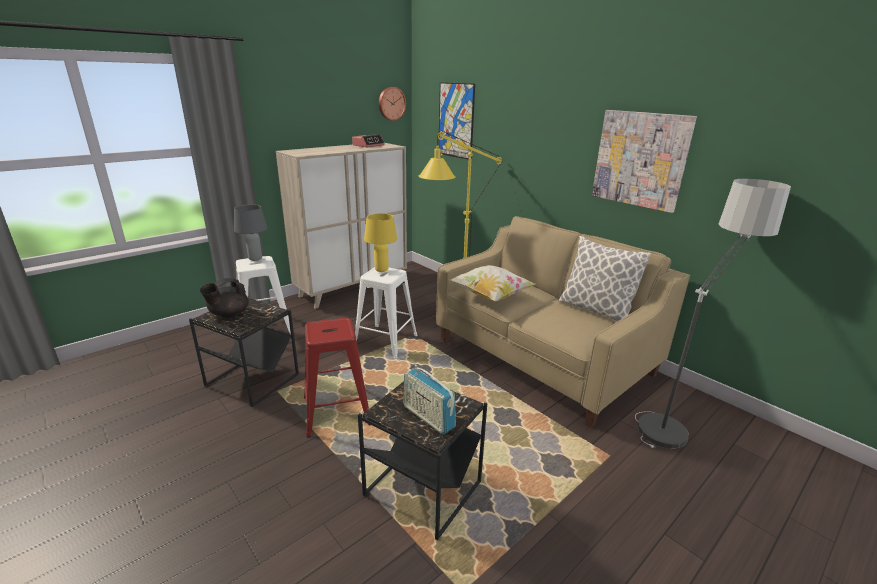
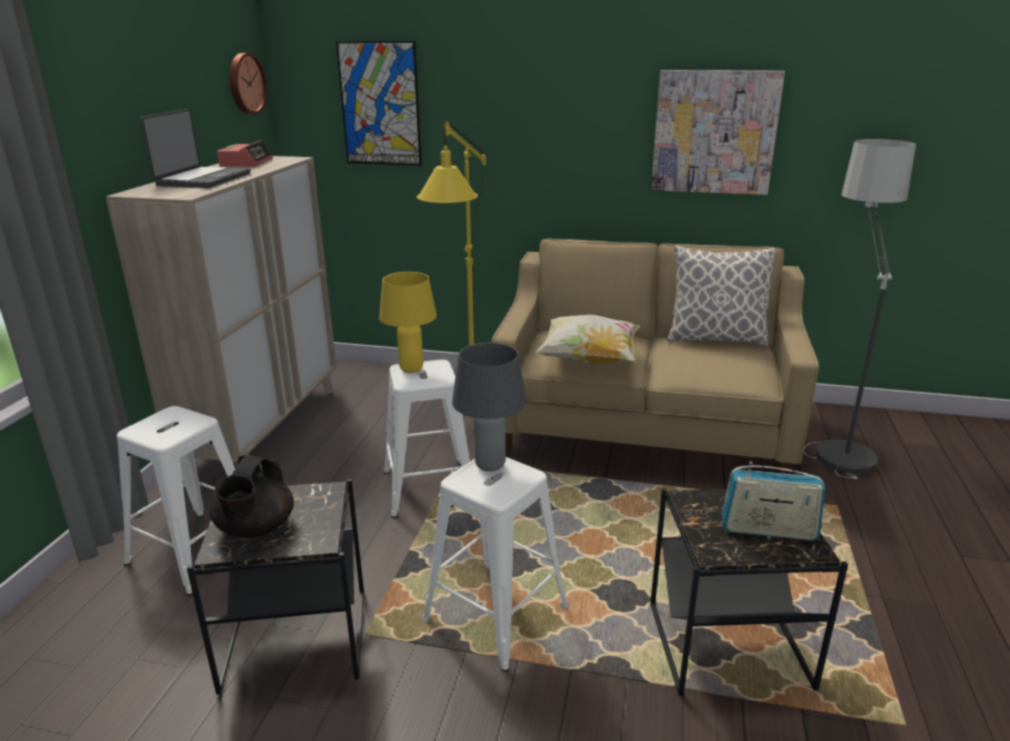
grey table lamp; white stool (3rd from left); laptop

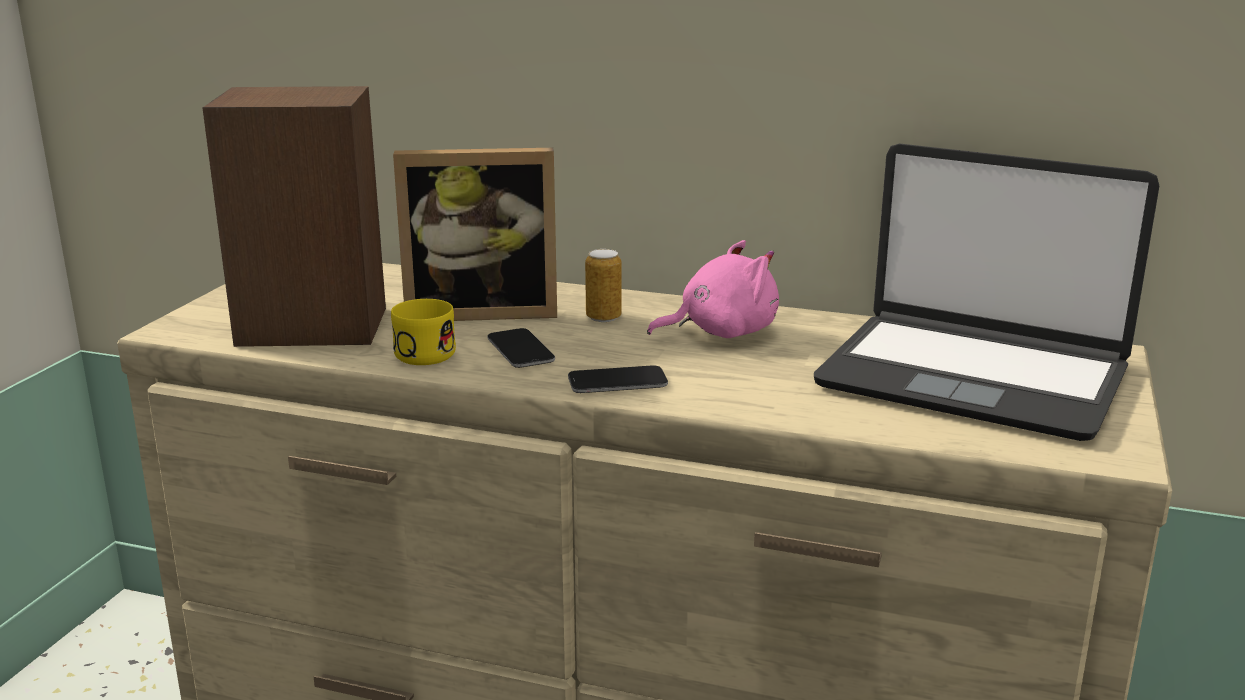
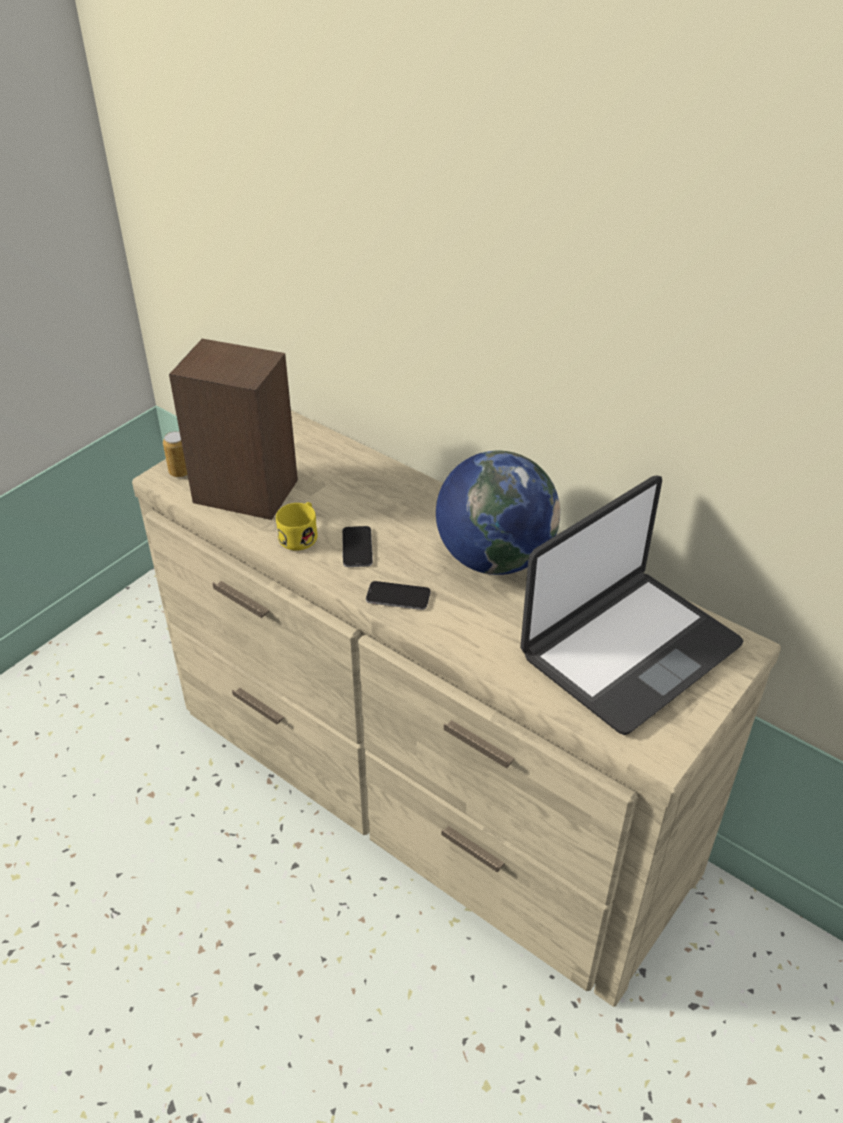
laptop; picture frame; globe; can

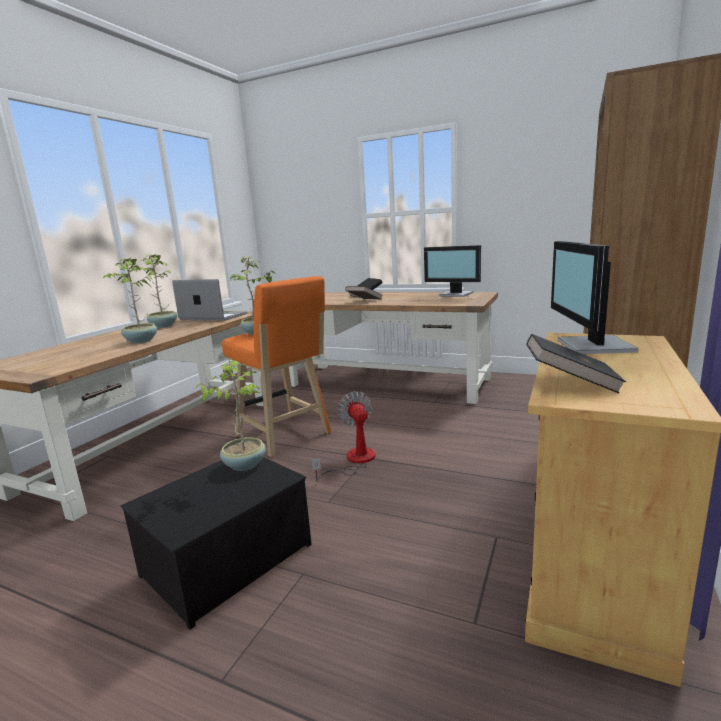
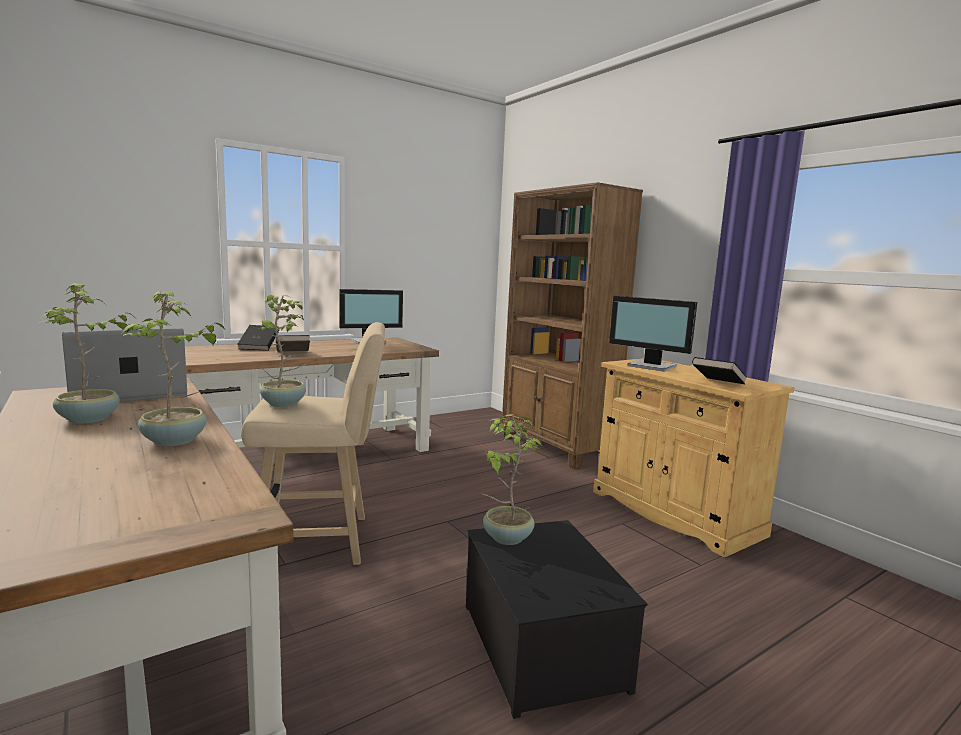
beige stool; fan

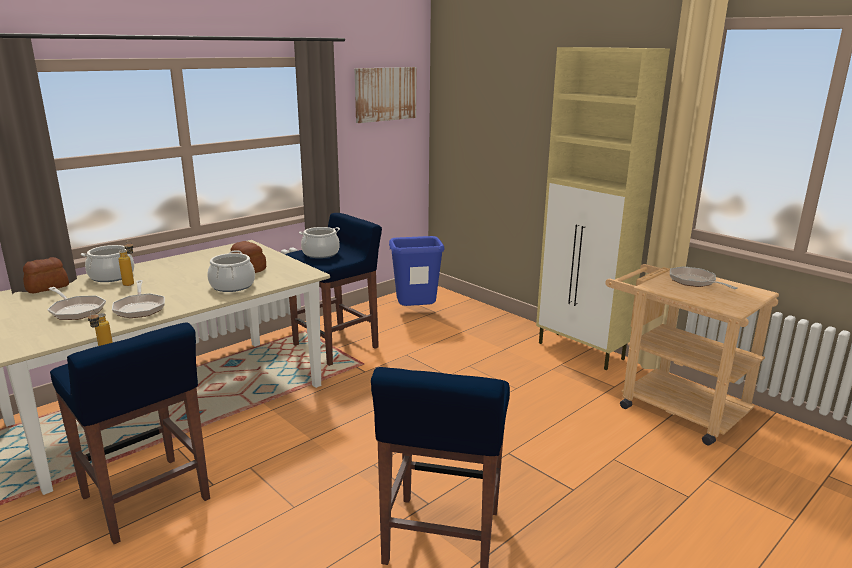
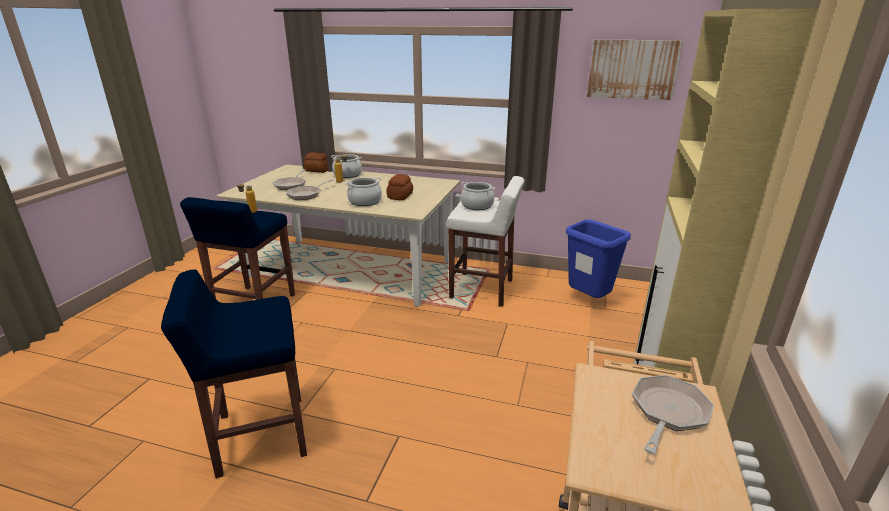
white stool

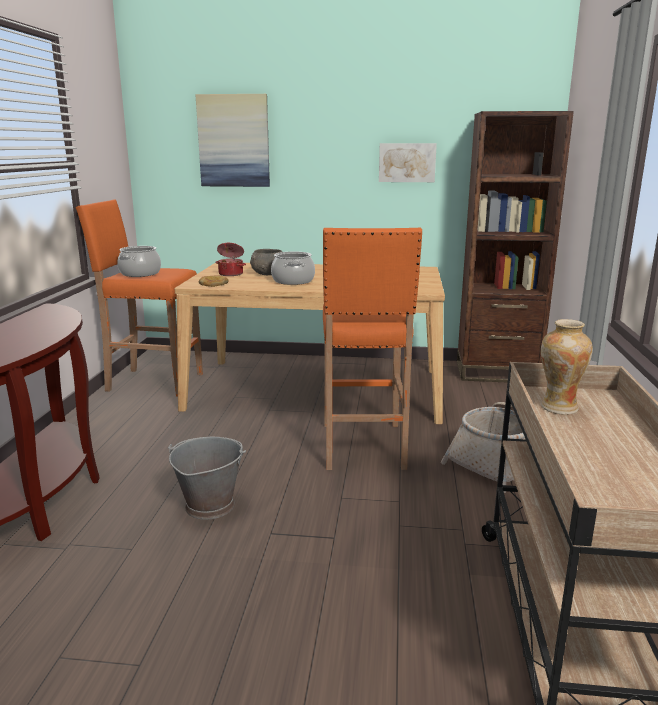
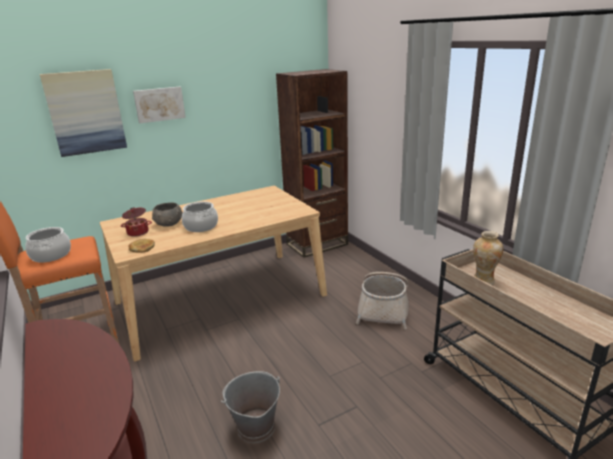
picture (2nd from left); orange stool (2nd from left in the first image)

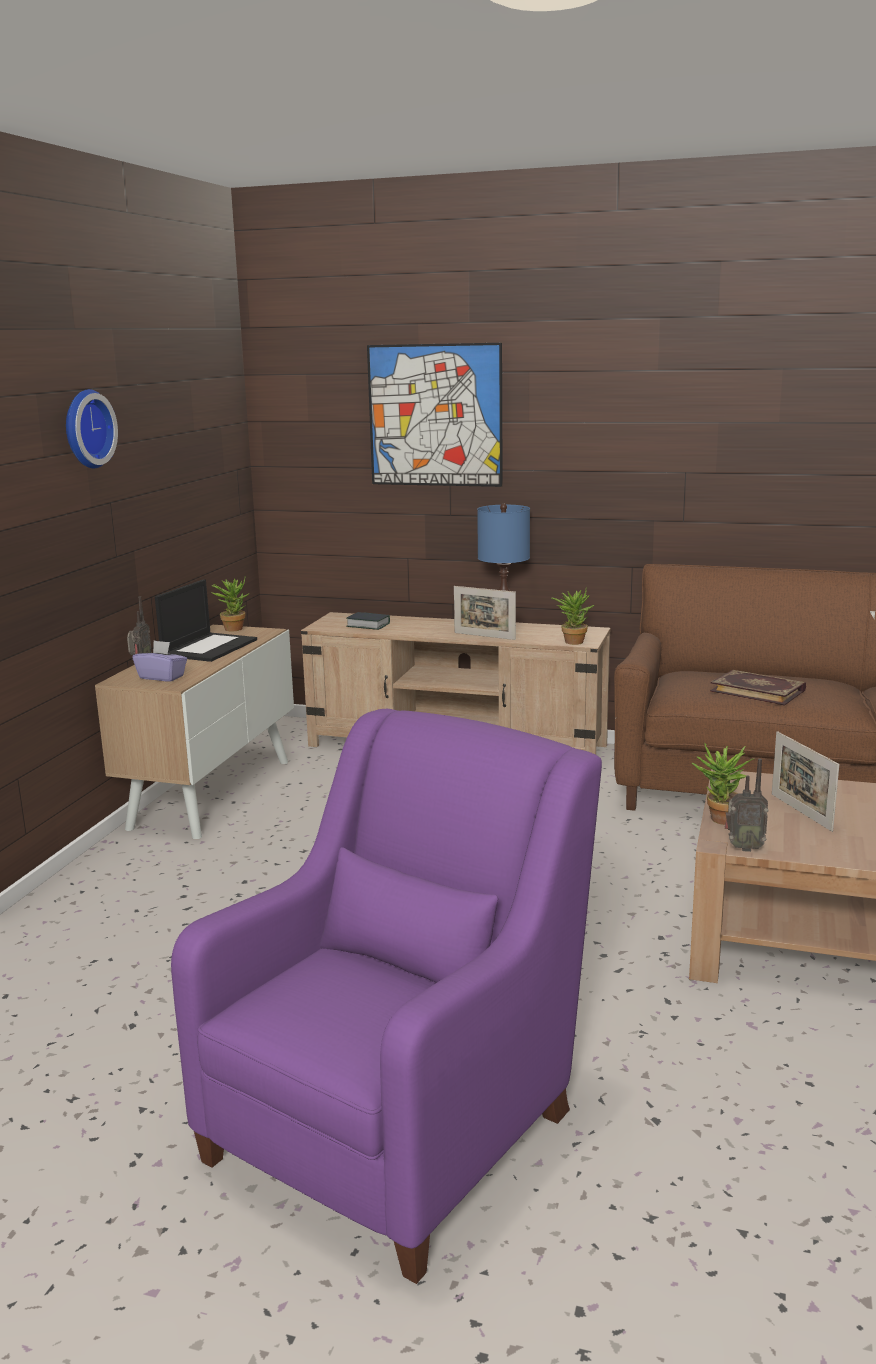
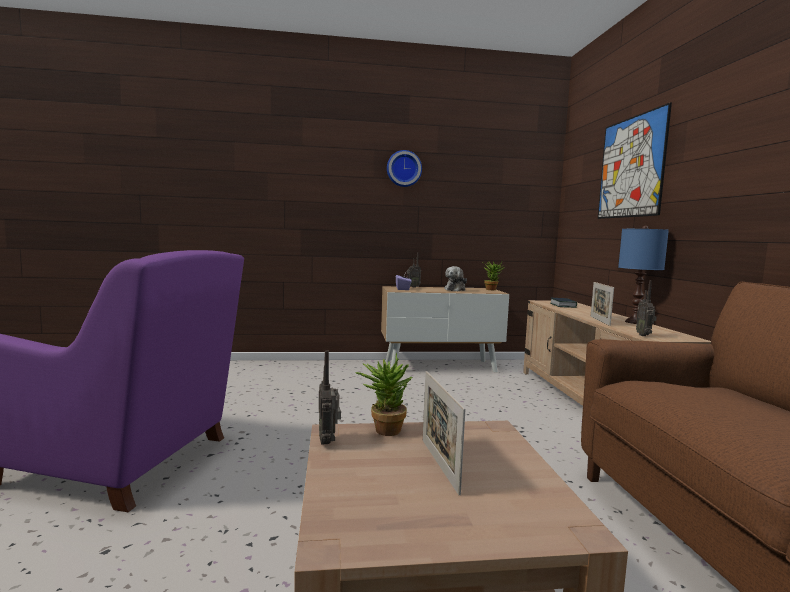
plush toy; radio (3rd from left); book (2nd from left in the first image); picture frame (1st from left)

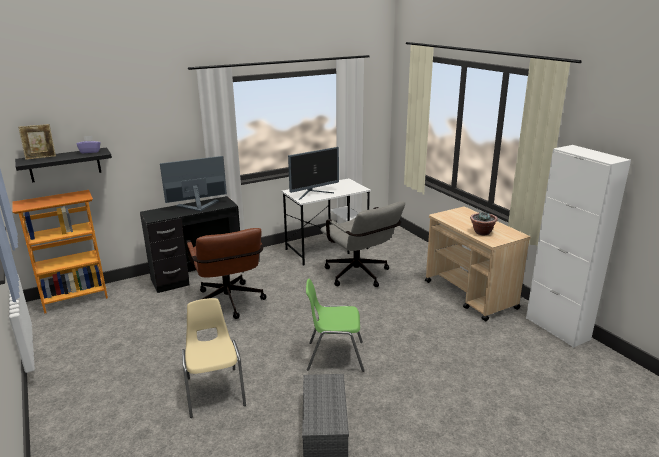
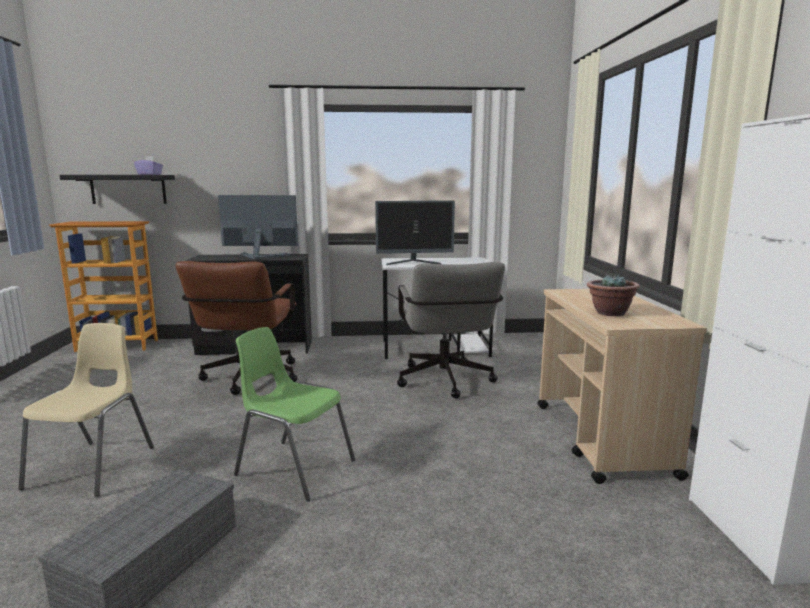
picture frame

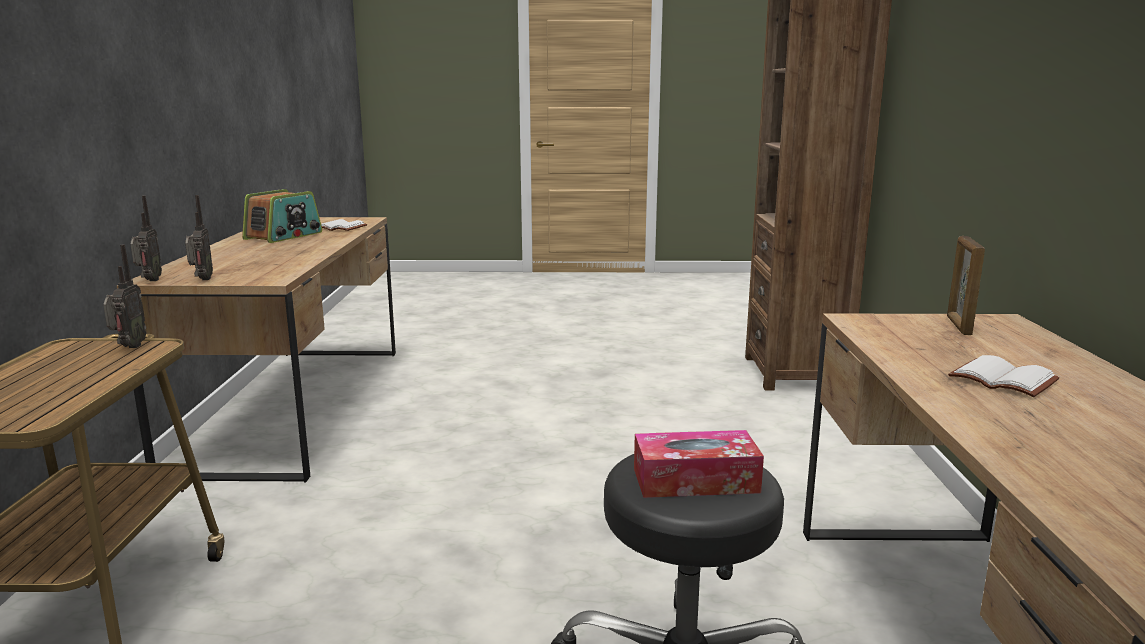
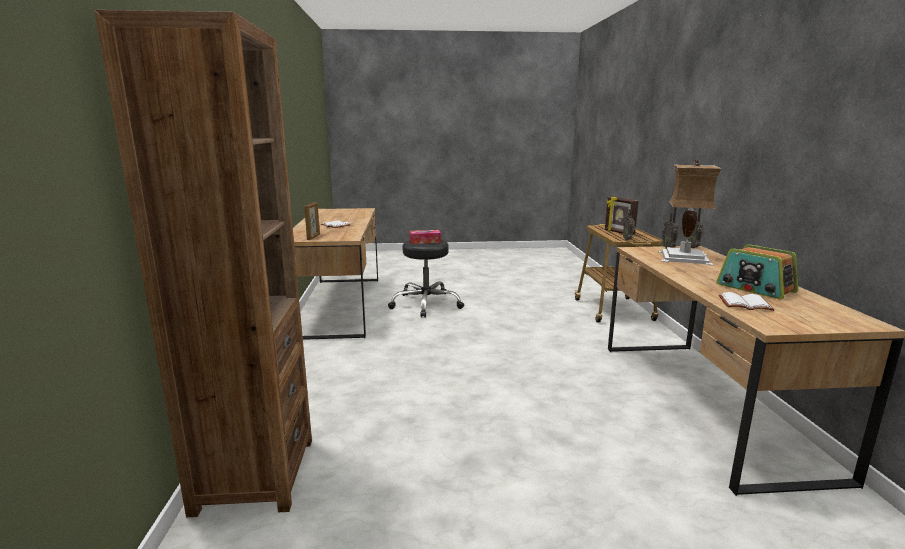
radio (4th from left); table lamp; picture frame (2nd from left)

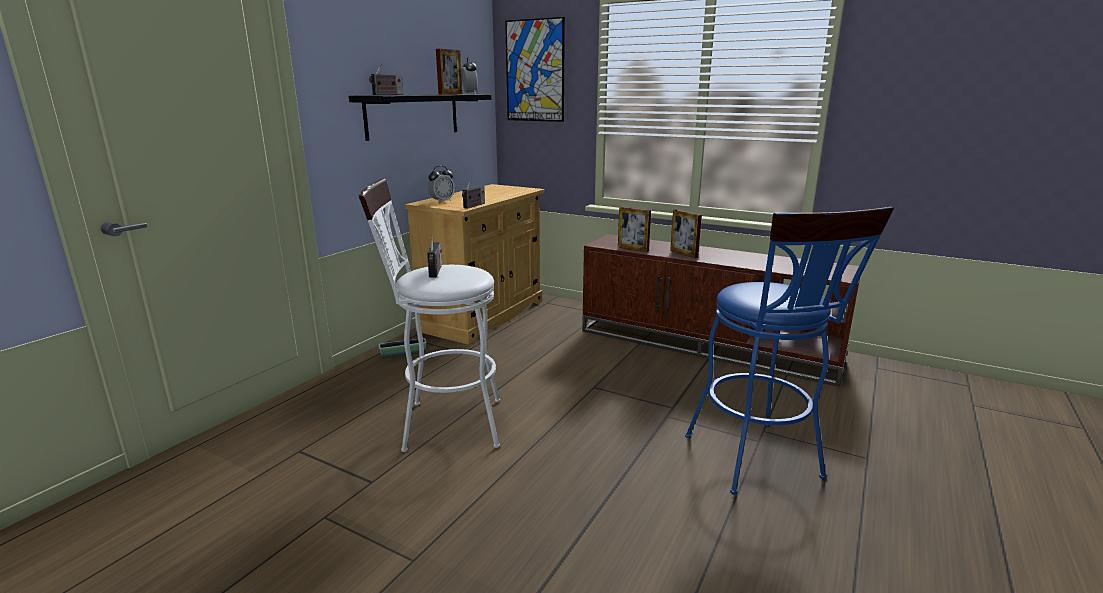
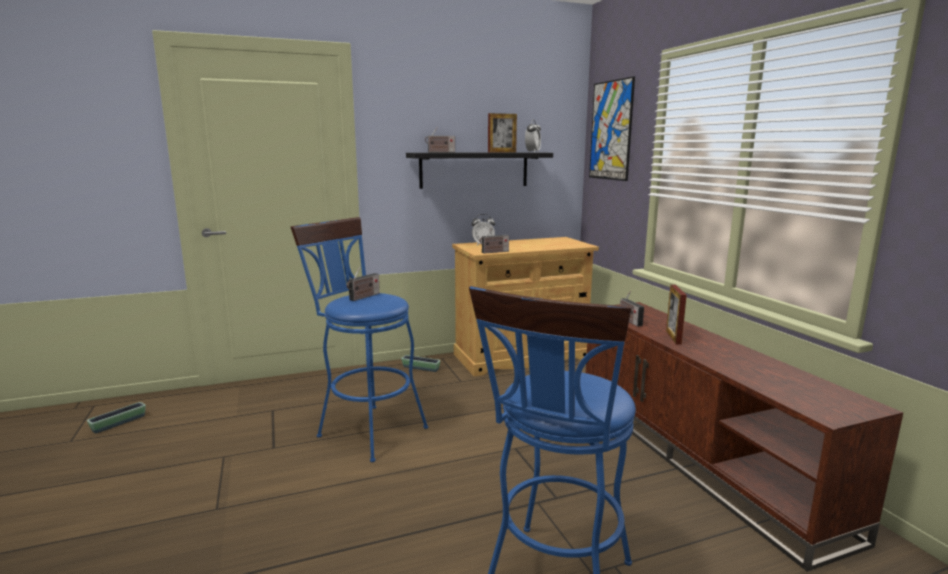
blue stool (1st from left); radio (4th from left); planter (1st from left)

